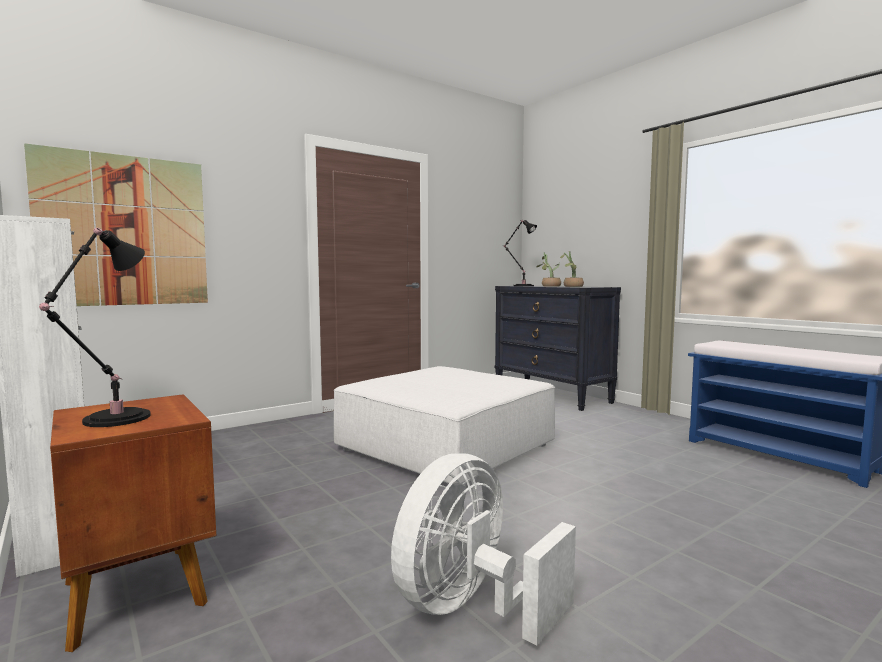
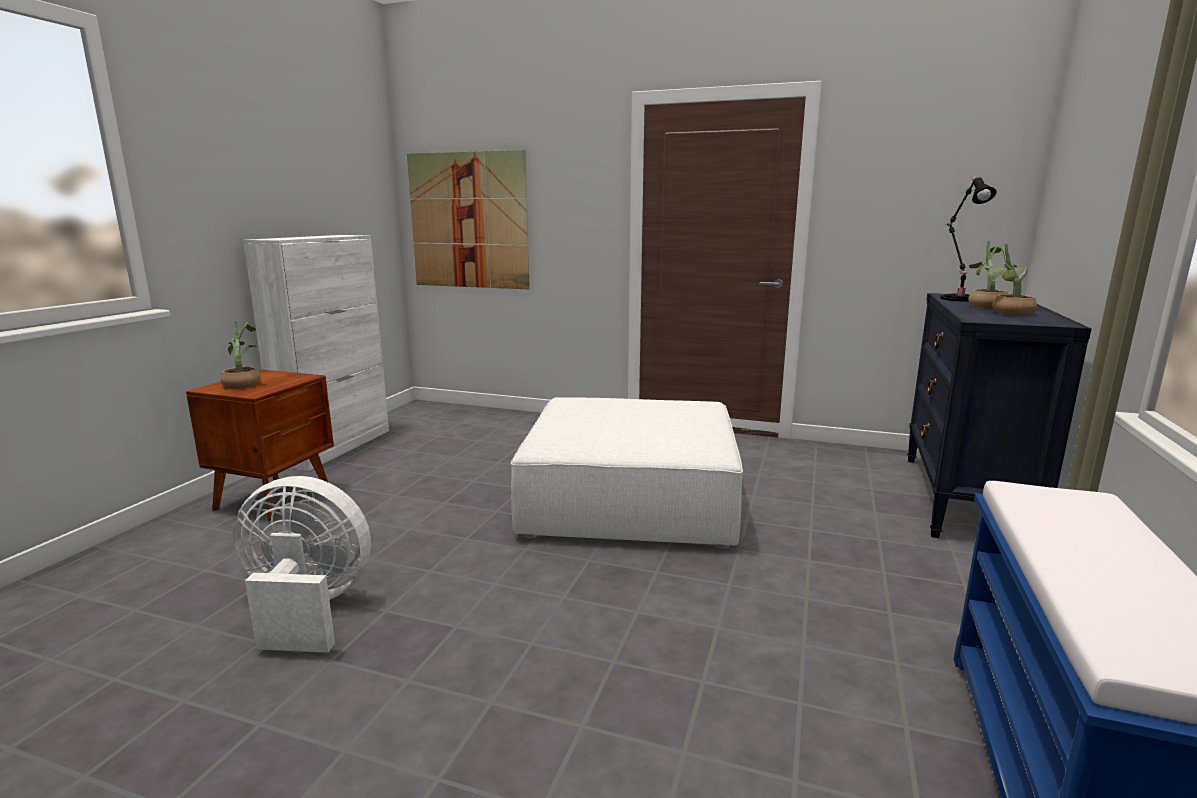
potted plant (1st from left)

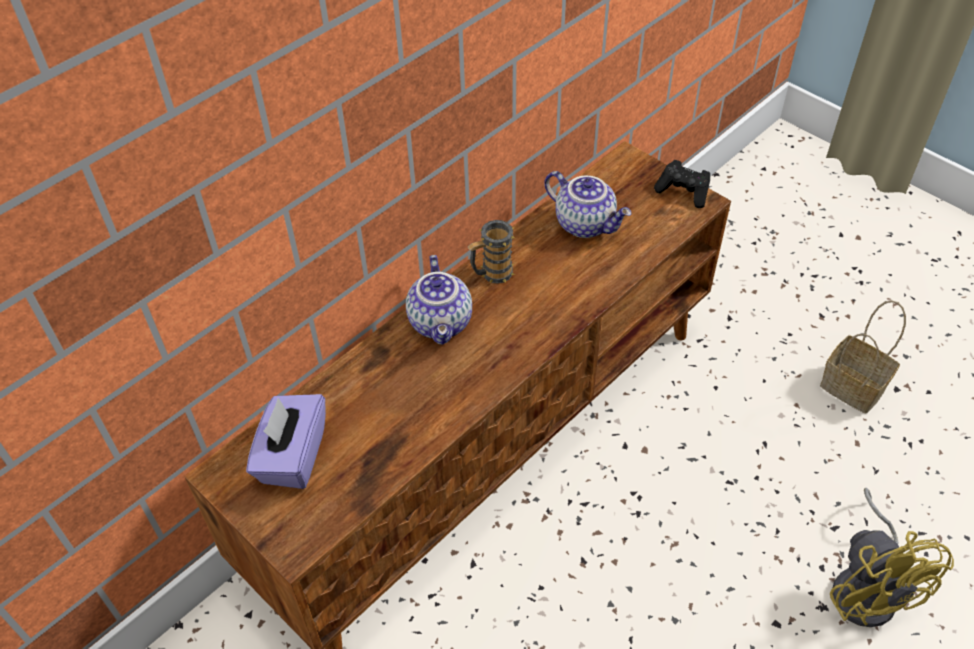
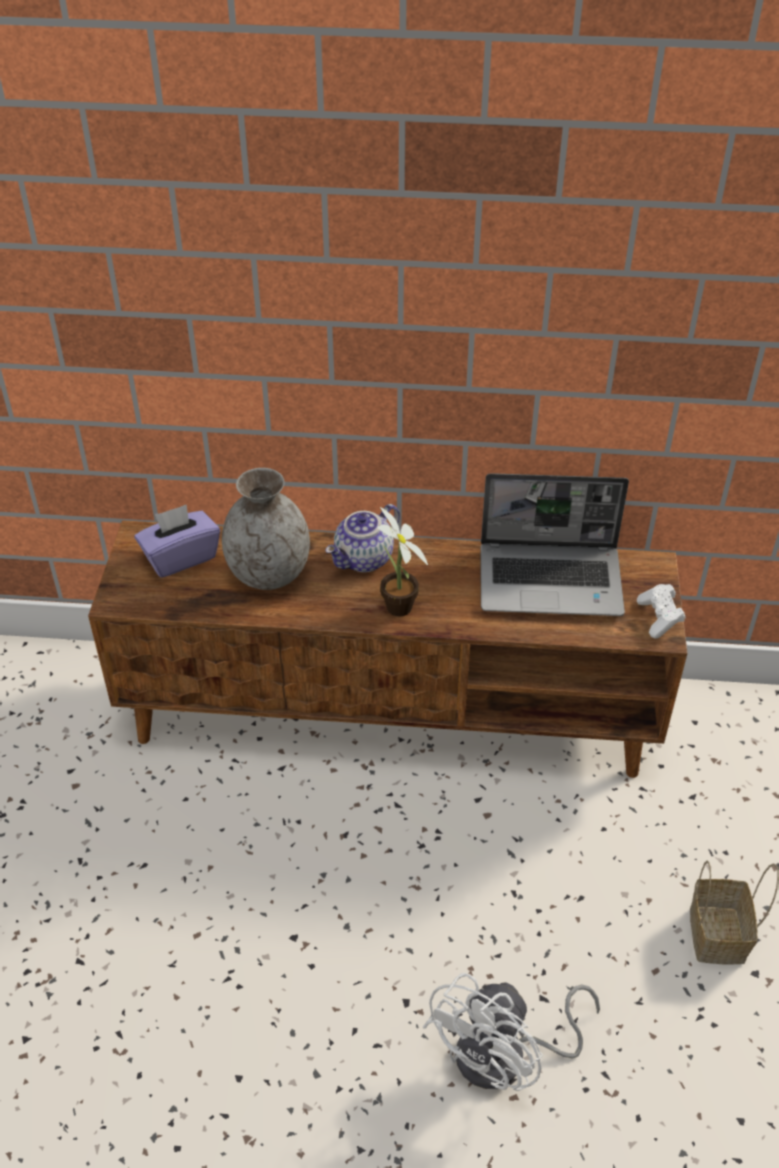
white game controller; laptop; mug; white fan; grey vase; potted plant

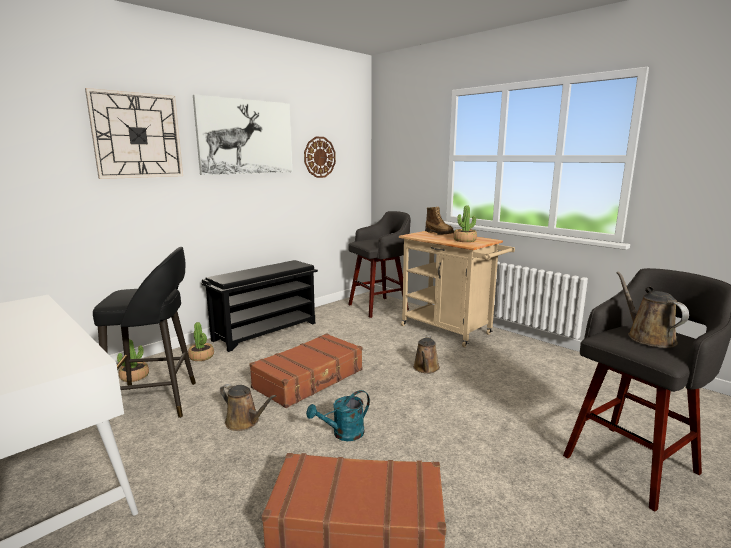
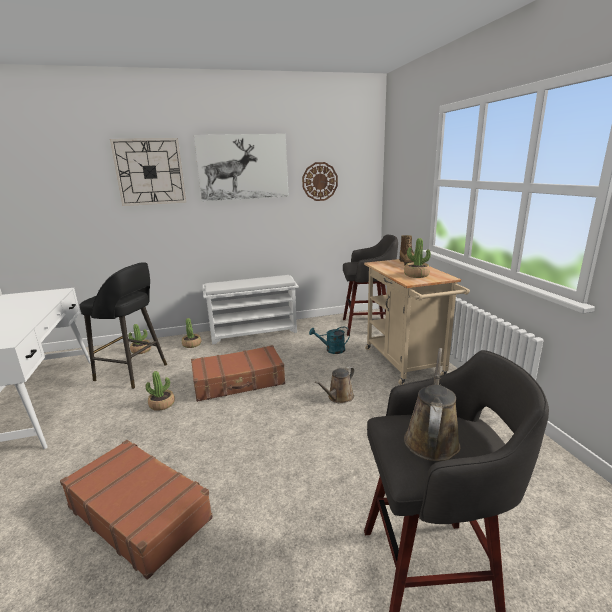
white shoe rack; potted plant (2nd from left); turquoise watering can

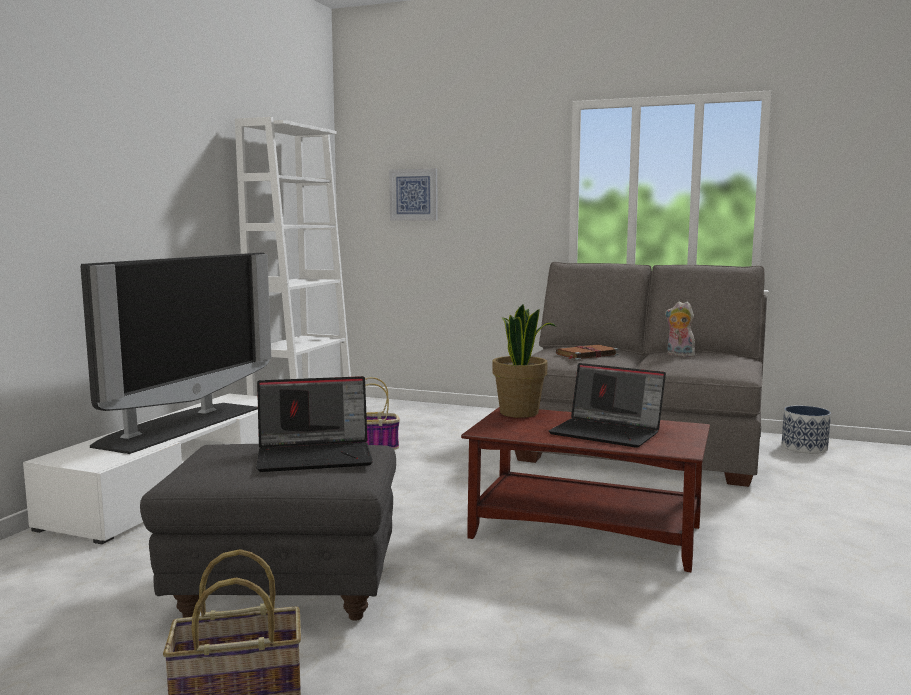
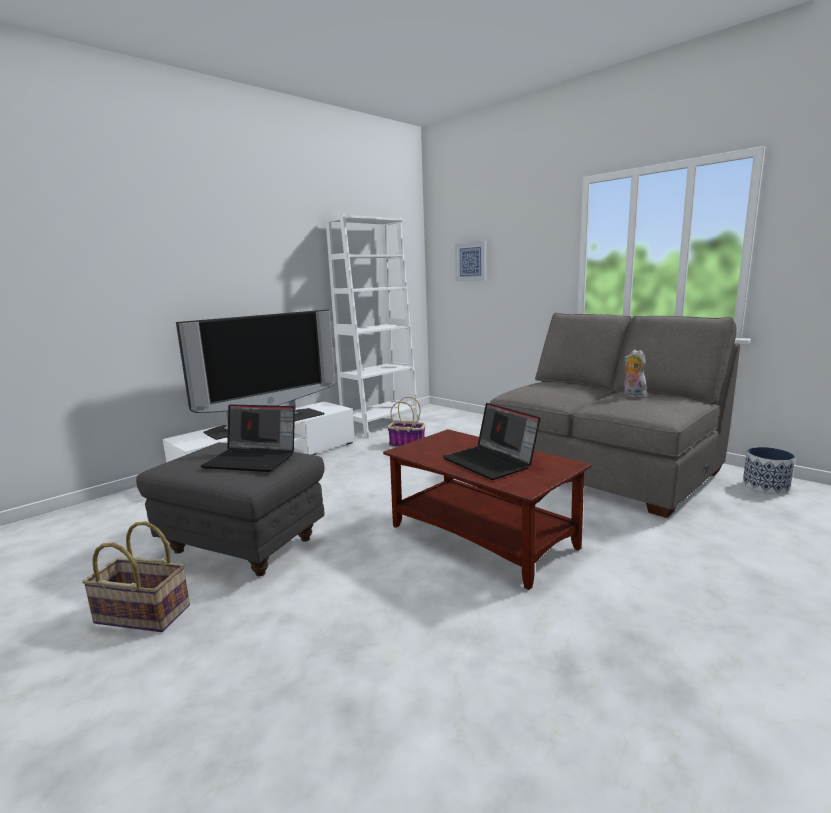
potted plant; brown book

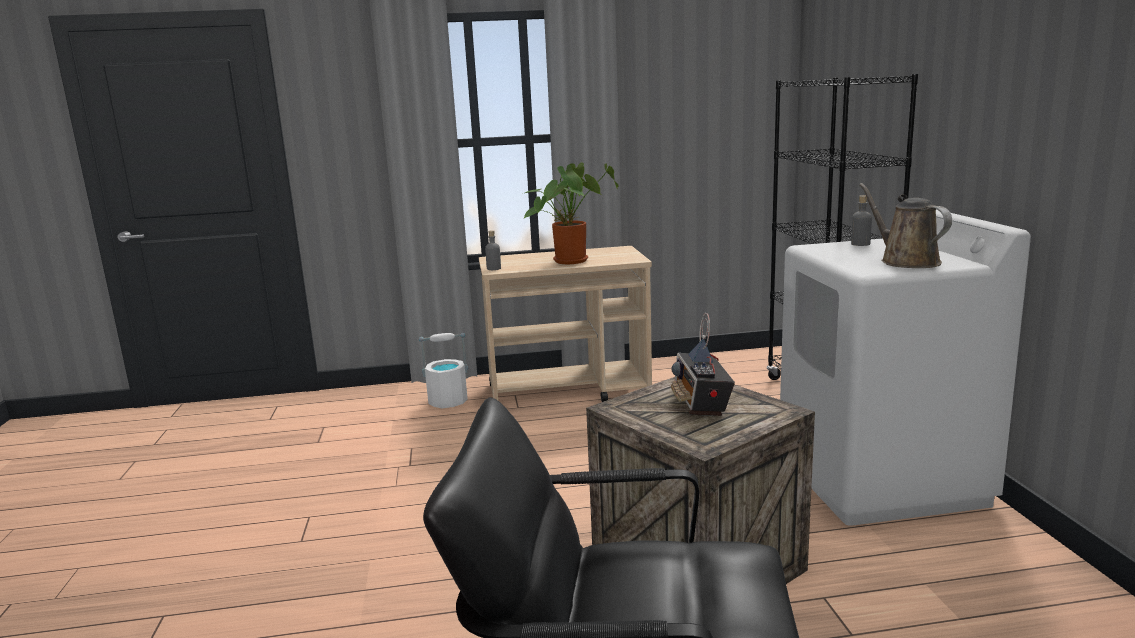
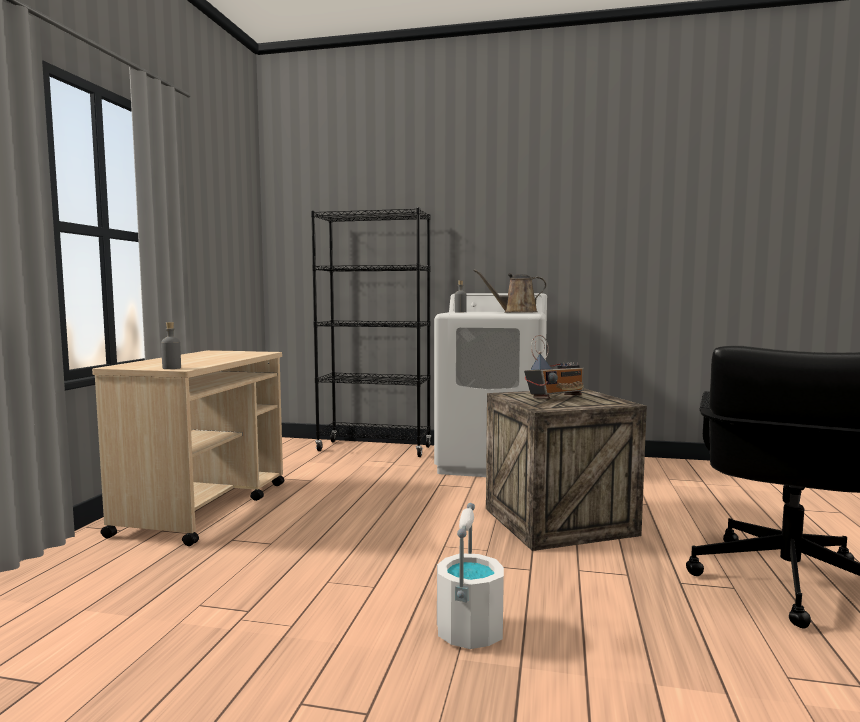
potted plant; radio; white bucket

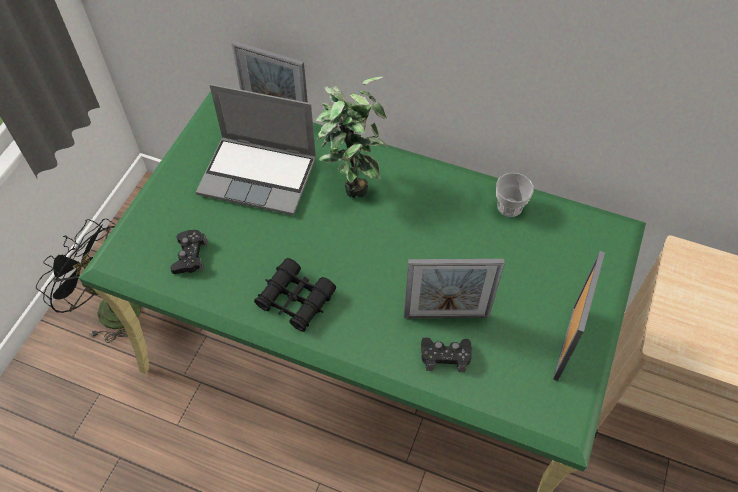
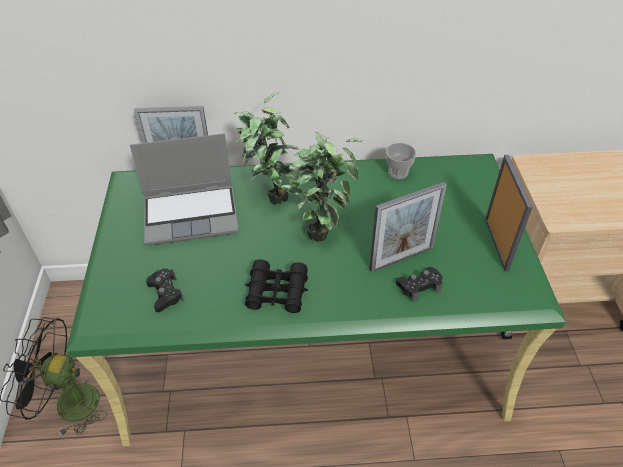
potted plant (2nd from left)

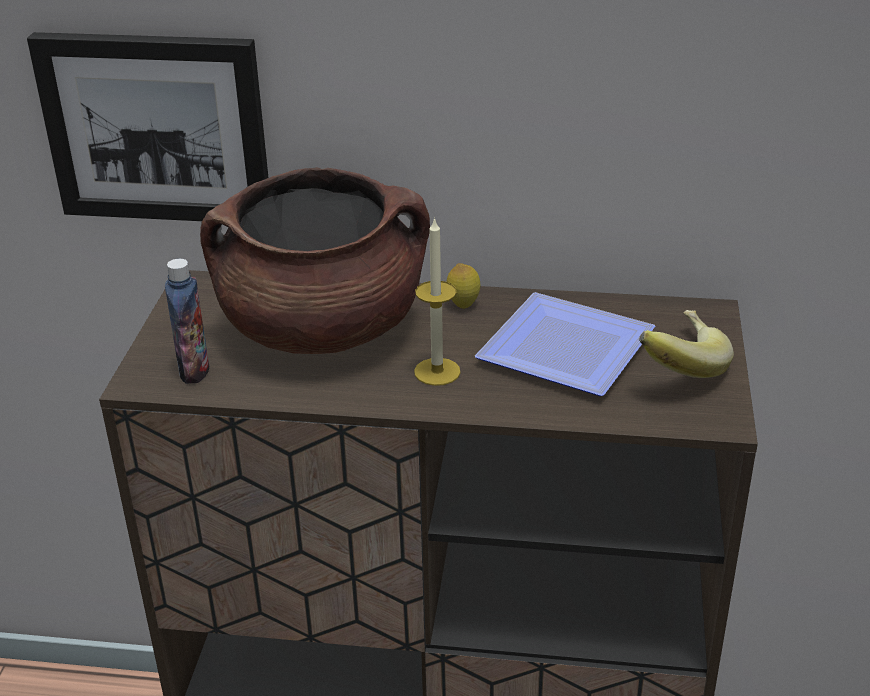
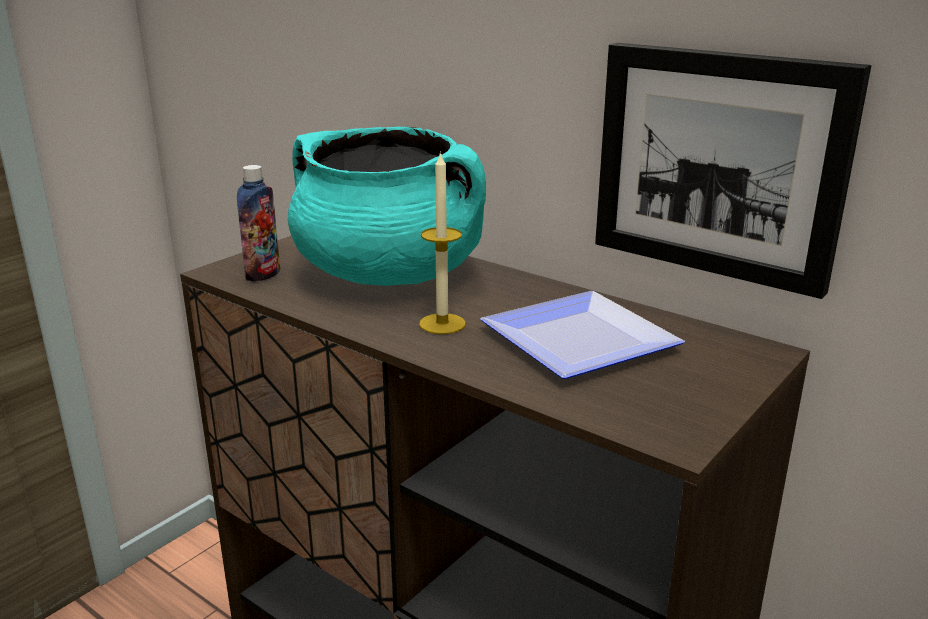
picture; turquoise cooking pot; lemon; banana

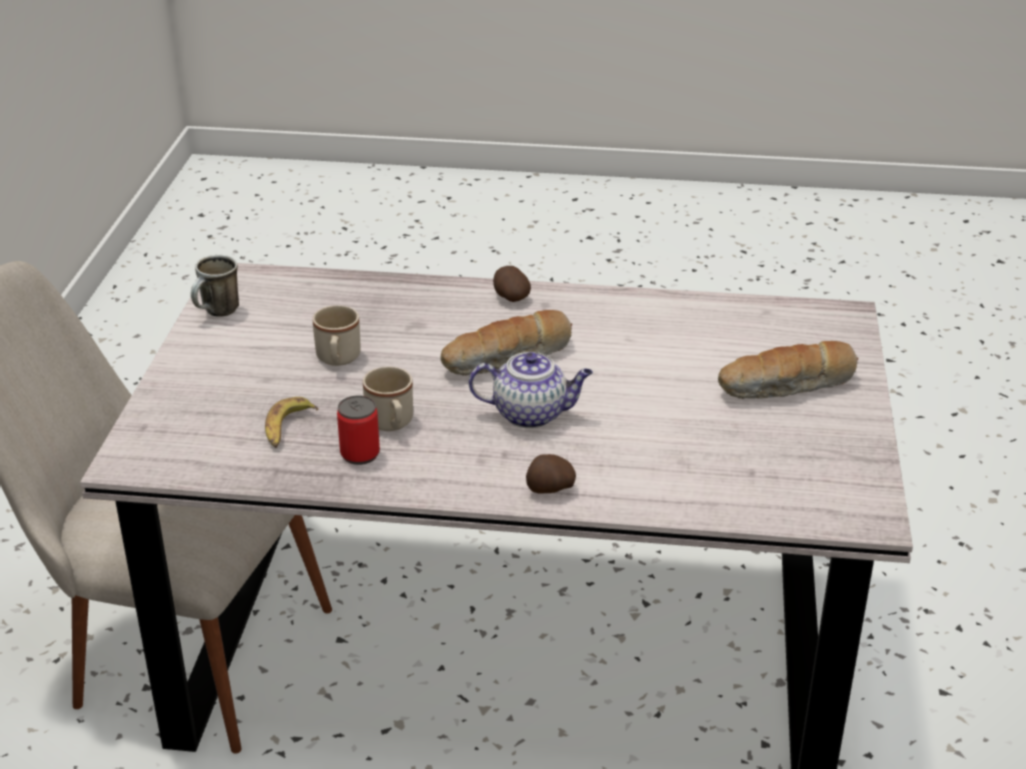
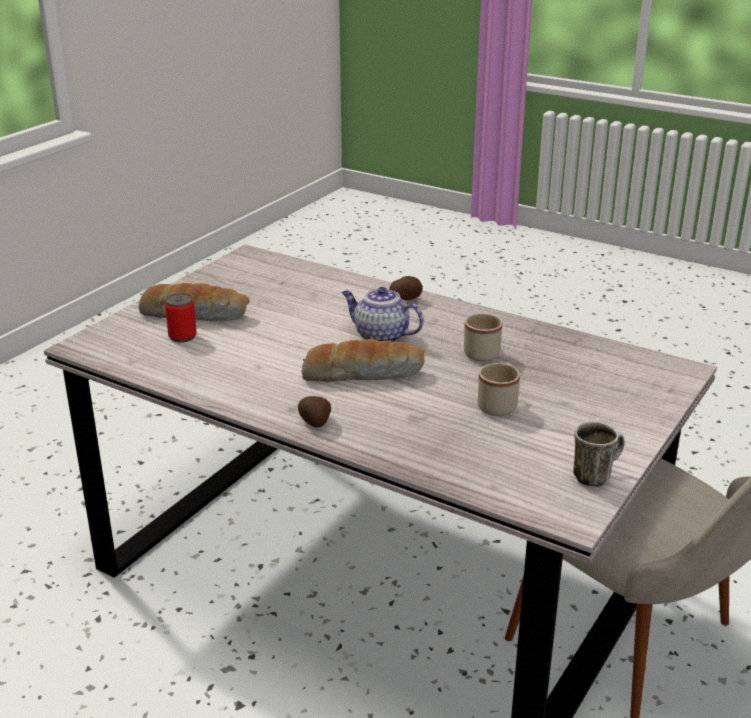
can; banana

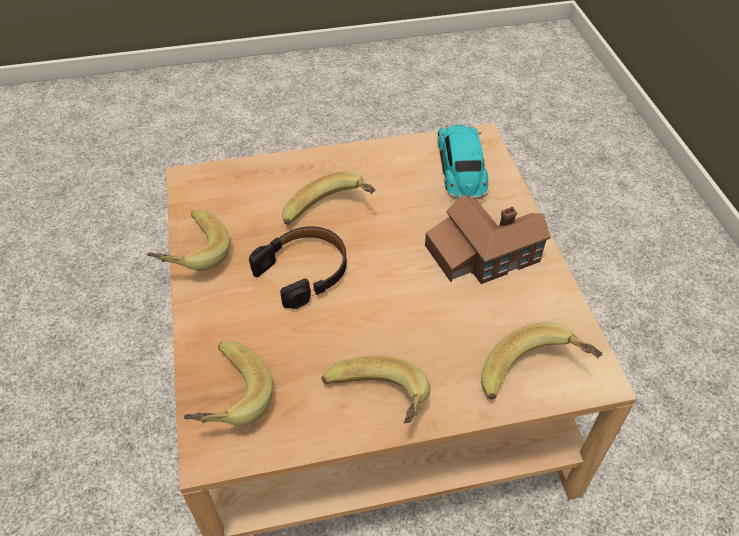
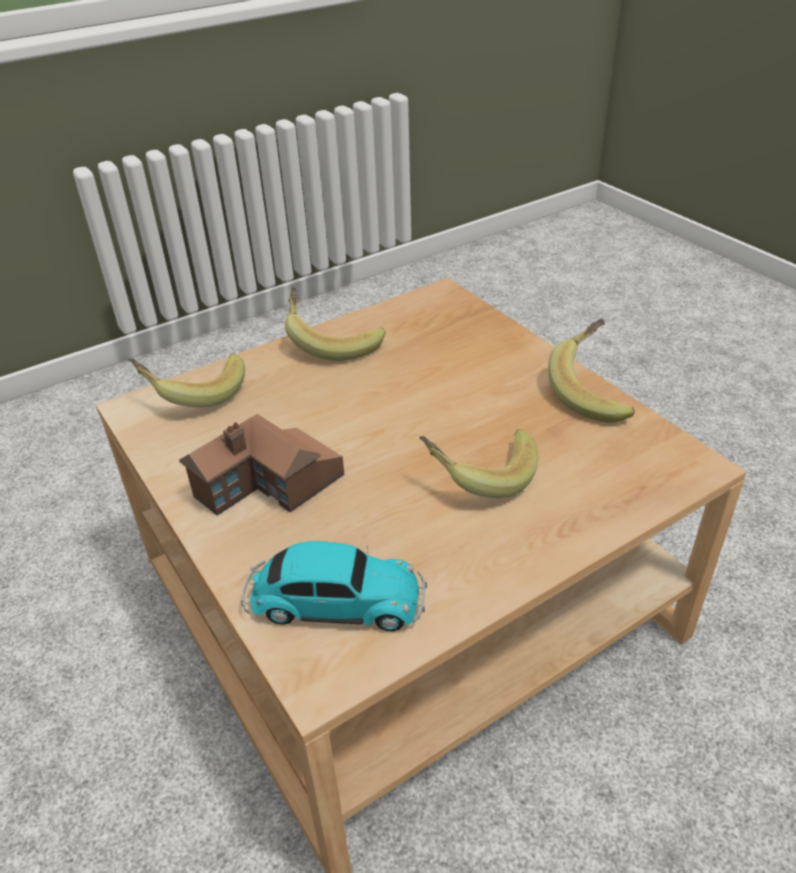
toy car; black headphones; banana (2nd from left in the first image)

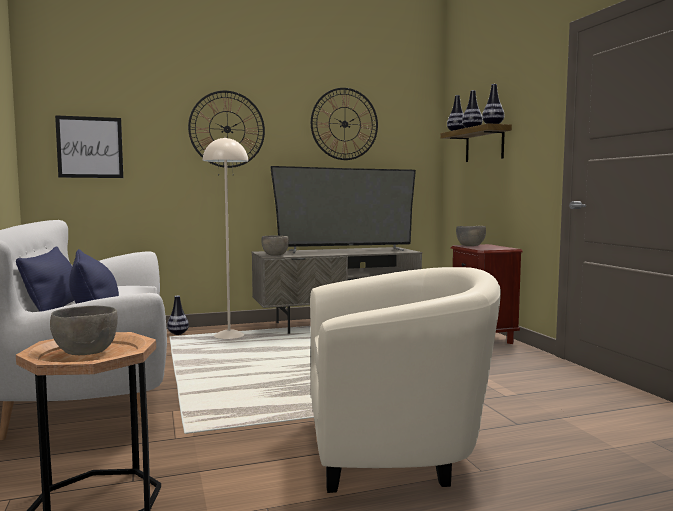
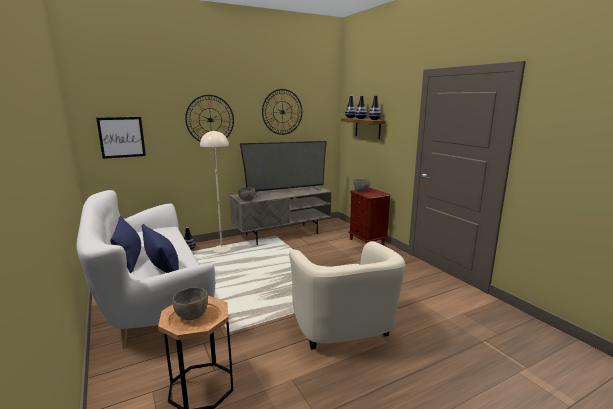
beige armchair

